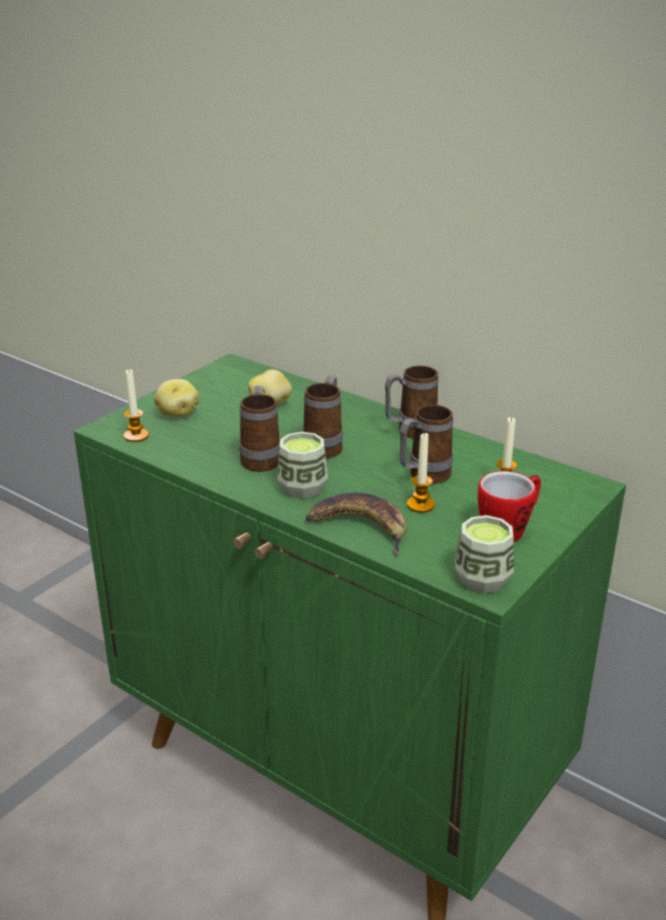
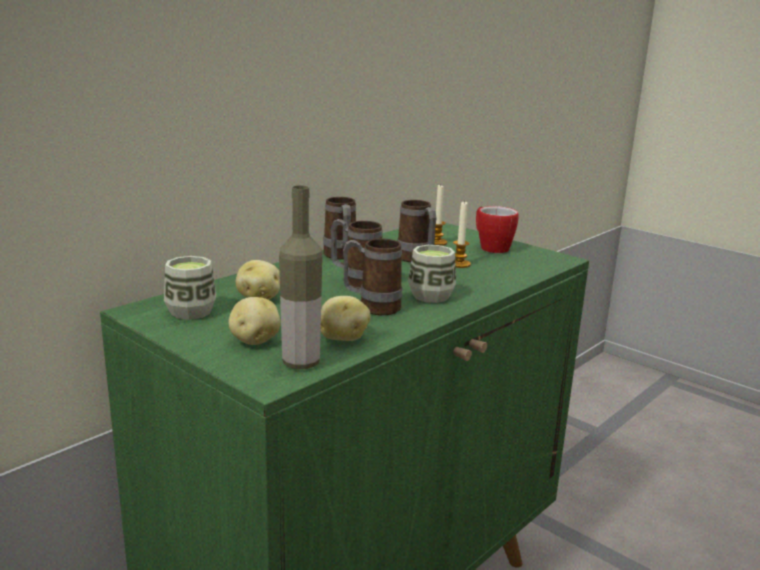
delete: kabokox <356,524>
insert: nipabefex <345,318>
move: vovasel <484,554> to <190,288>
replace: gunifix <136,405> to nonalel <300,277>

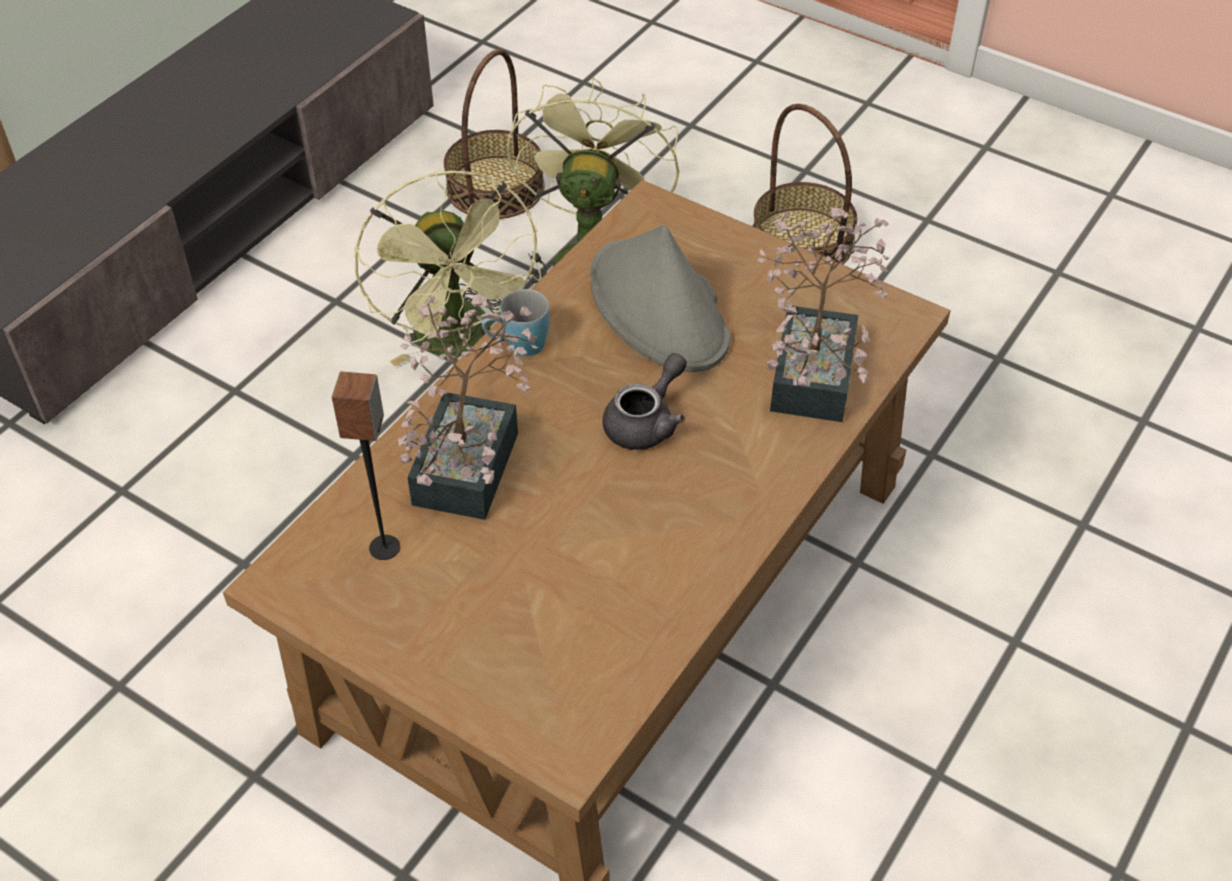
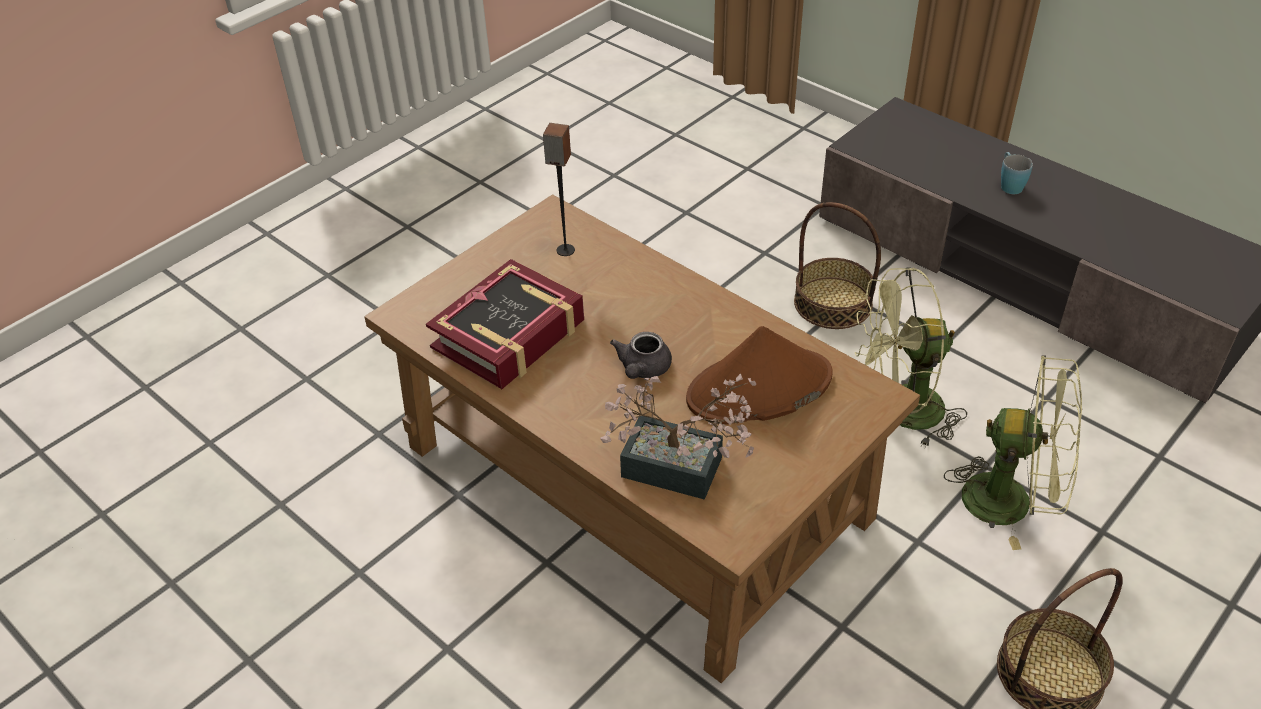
delete: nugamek <468,407>
insert: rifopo <505,324>
move: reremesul <494,134> to <837,265>; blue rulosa <516,323> to <1017,173>
recolor: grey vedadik <660,298> to brown vedadik <759,375>
rotate: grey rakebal <645,401> = <641,355> 60 degrees clockwise

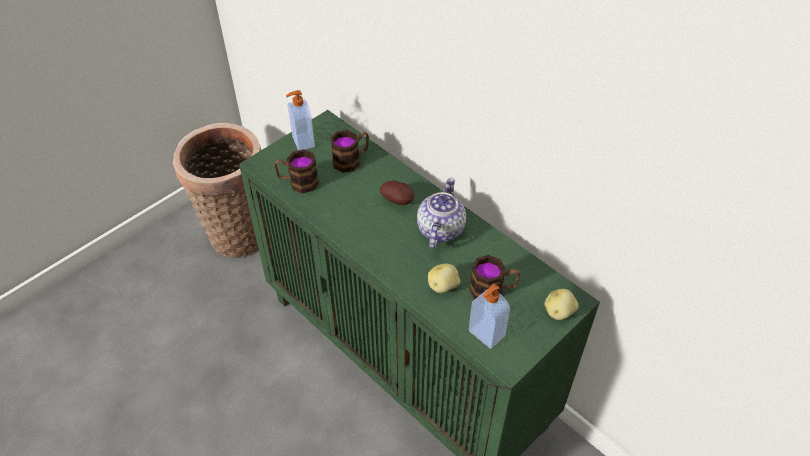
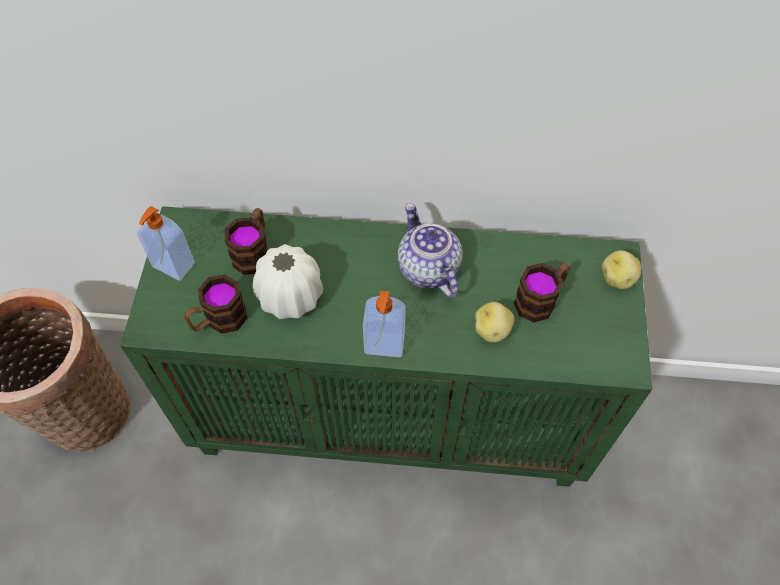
delete: nipabefex <397,193>
insert: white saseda <288,281>
move: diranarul <489,316> to <384,324>

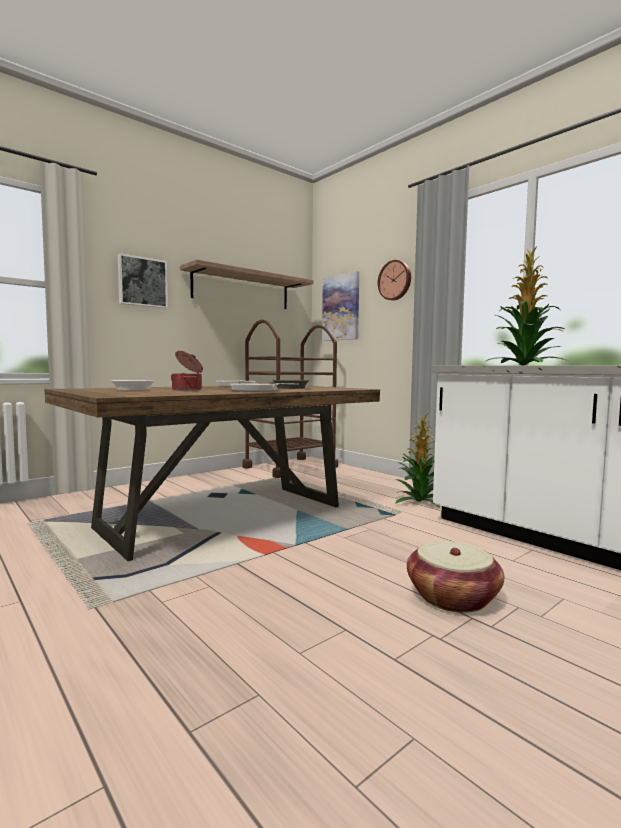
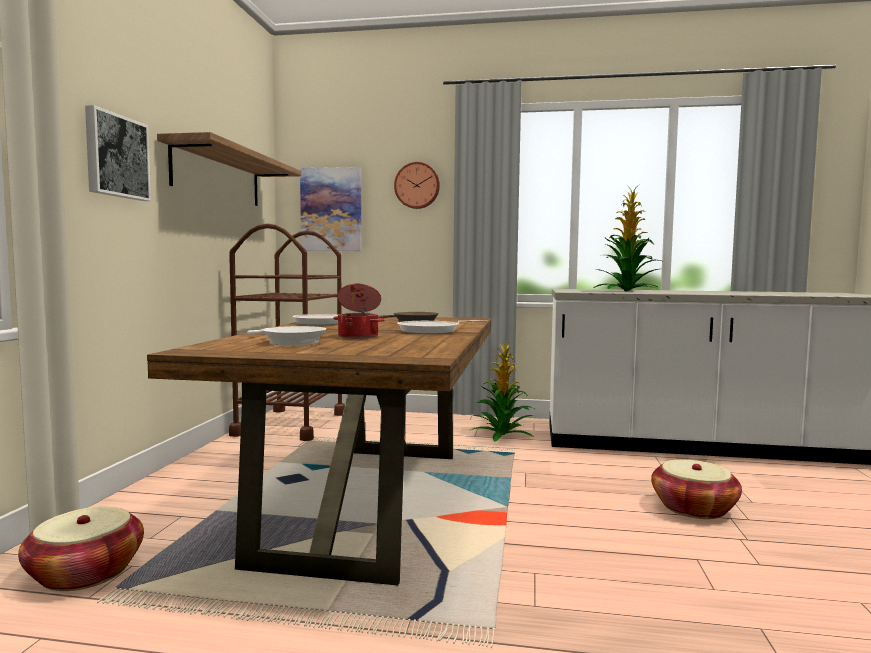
insert: reremesul <81,549>

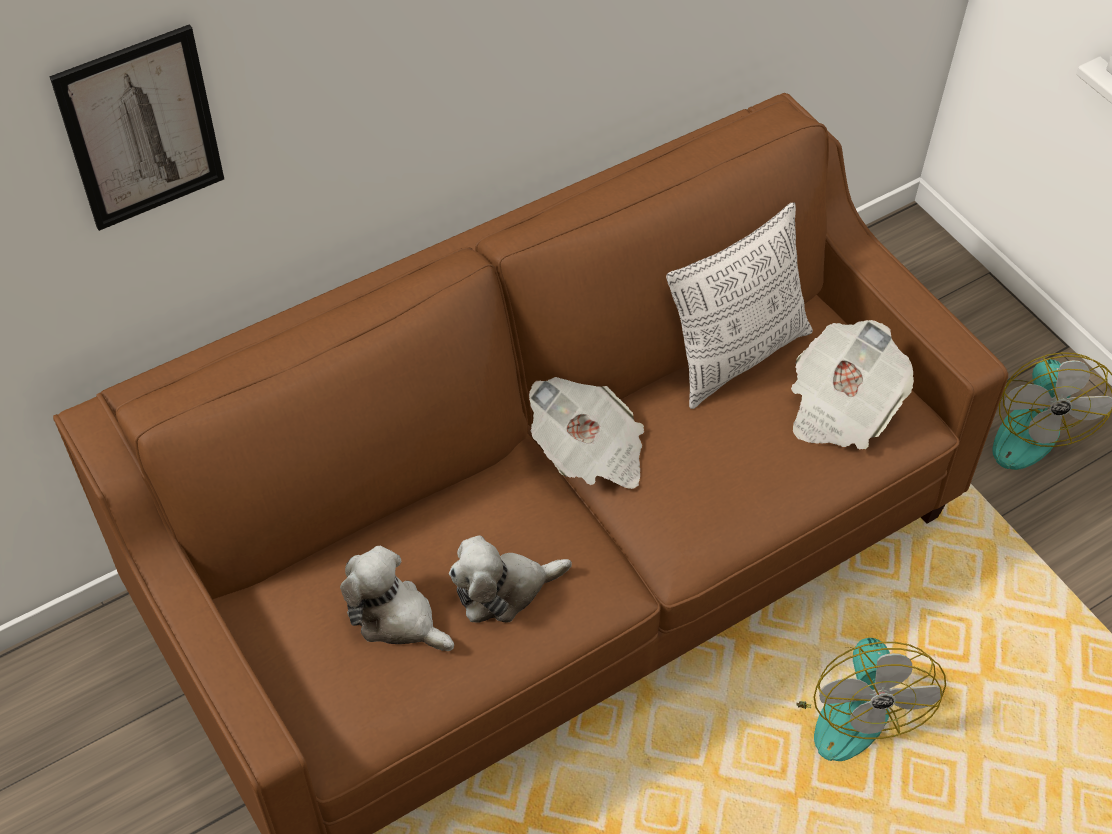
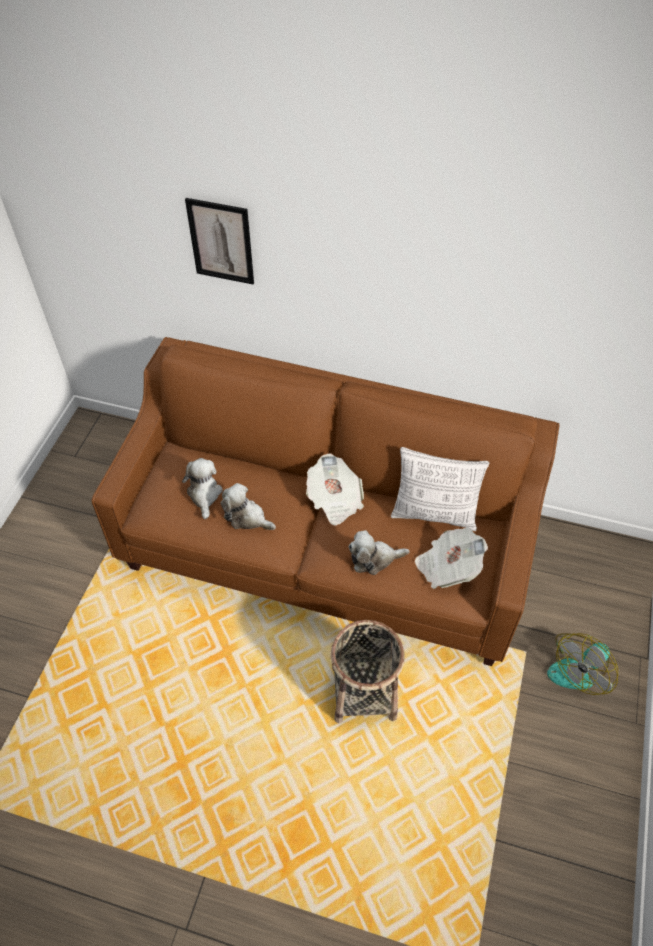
insert: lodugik <378,552>
replace: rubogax <871,699> to reremesul <368,671>

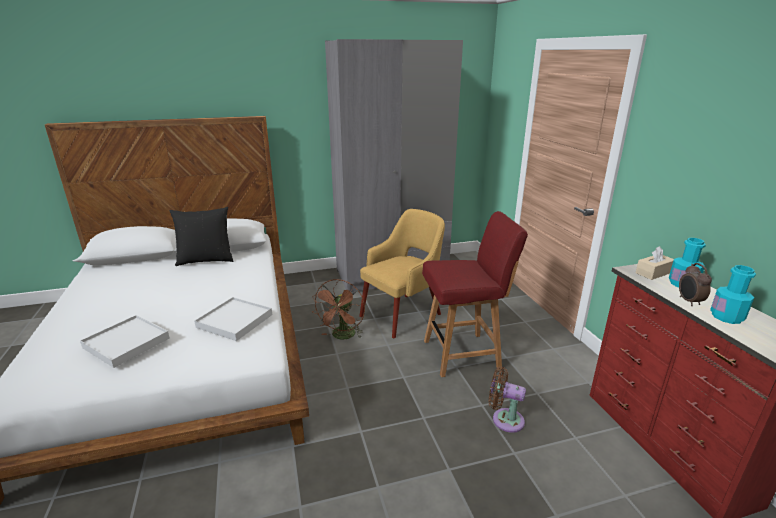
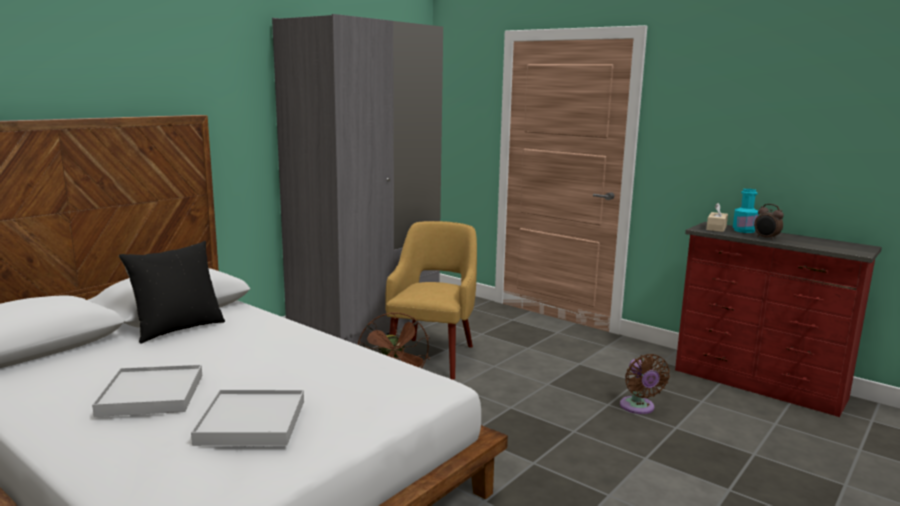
delete: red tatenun <475,294>; turquoise nonalel <733,294>
move: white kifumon <233,319> to <147,391>
rotate: brown rubogax <507,400> = <645,384> 90 degrees counterclockwise

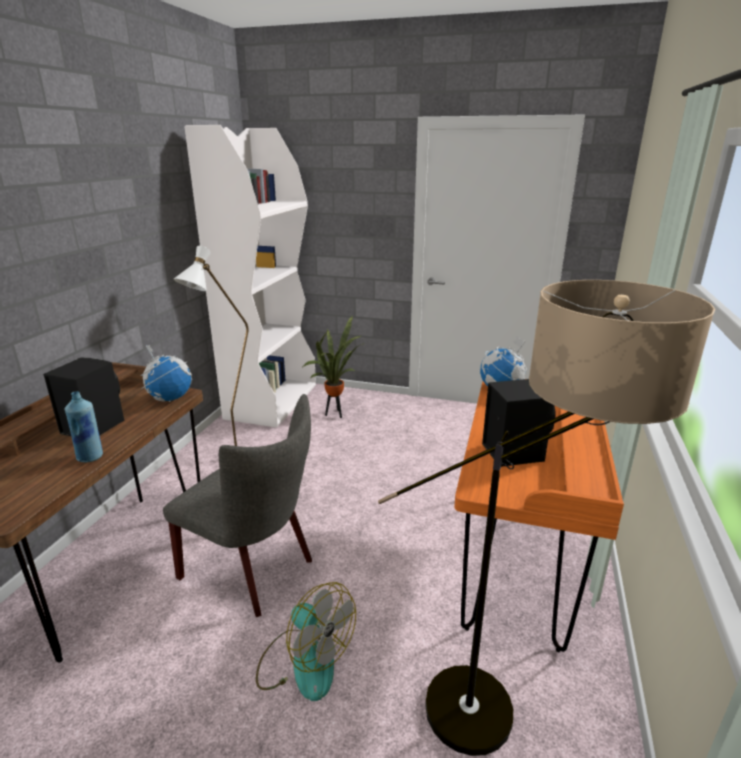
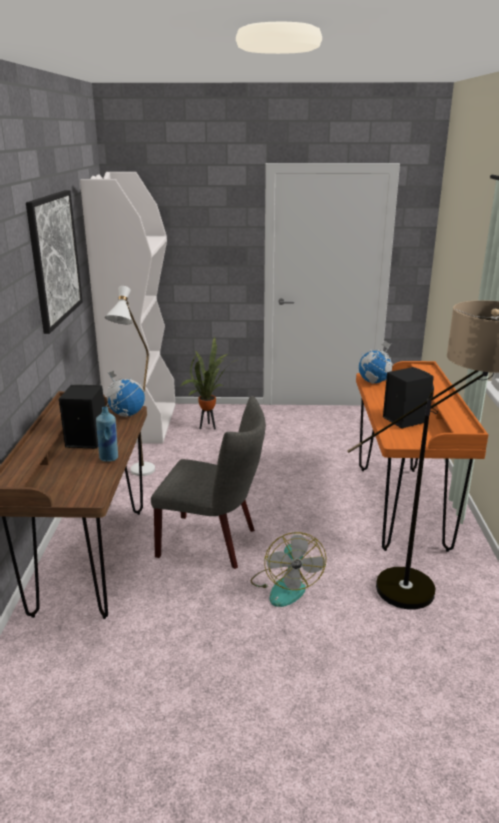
insert: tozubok <54,262>
rotate: rubogax <306,641> = <288,569> 60 degrees clockwise

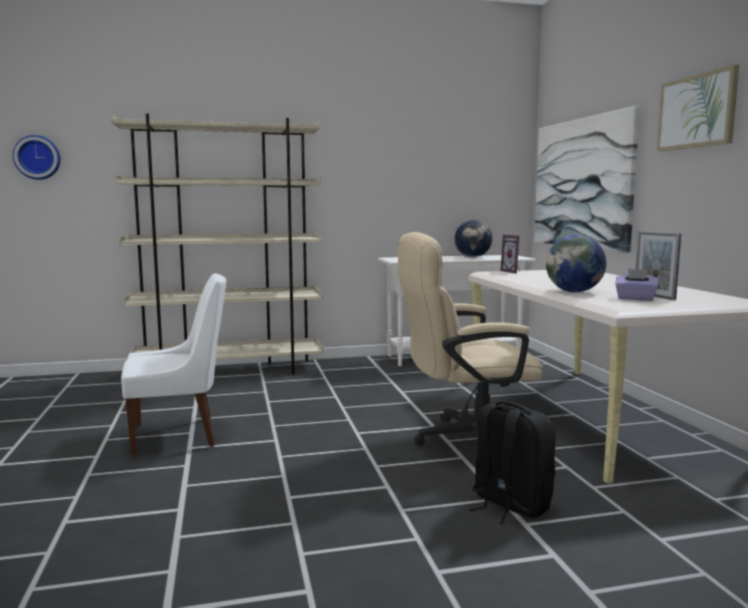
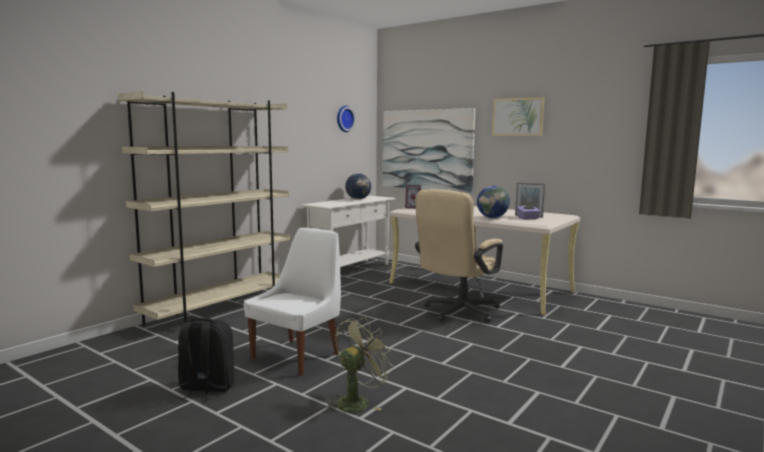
insert: green rubogax <360,364>
move: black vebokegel <512,462> to <206,360>; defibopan <37,157> to <346,119>

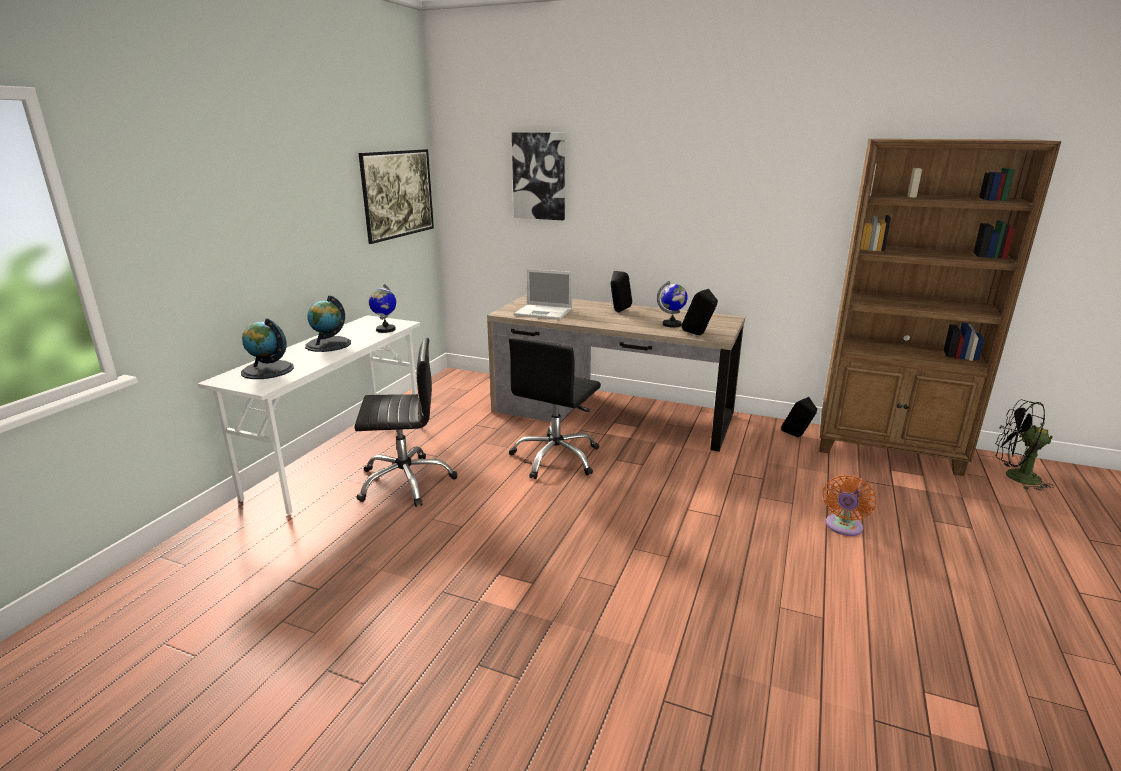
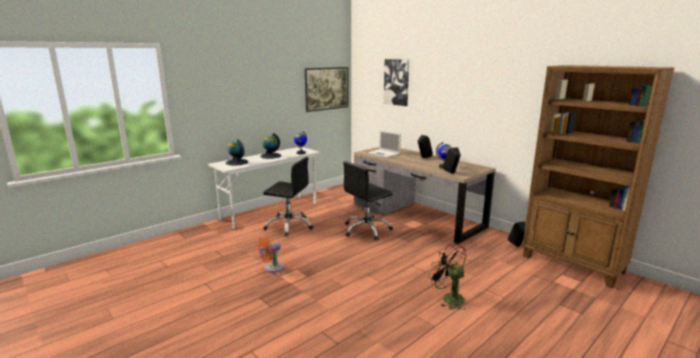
move: orange rubogax <849,505> to <270,255>; black rubogax <1025,445> to <447,277>

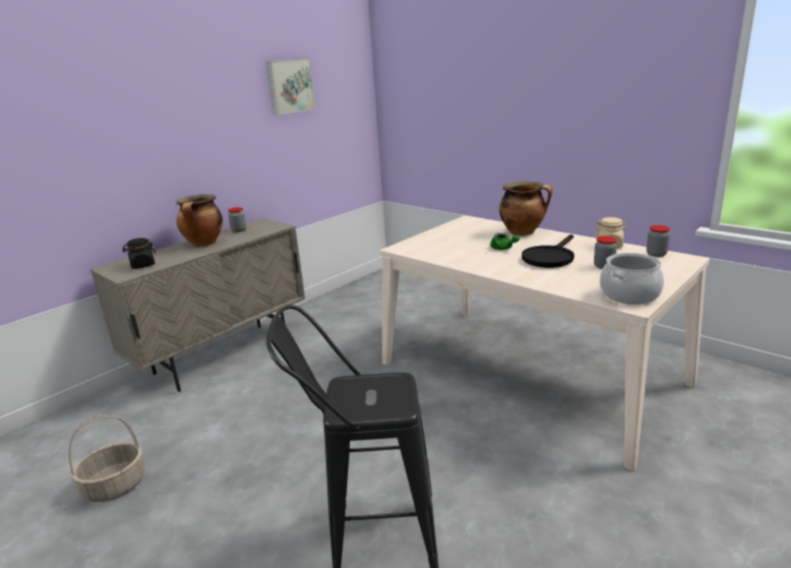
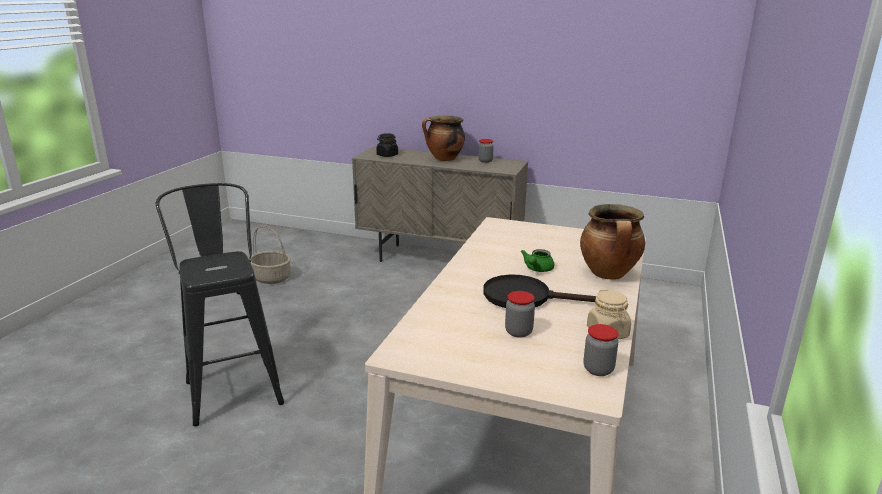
delete: tozubok <291,86>; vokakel <632,279>

